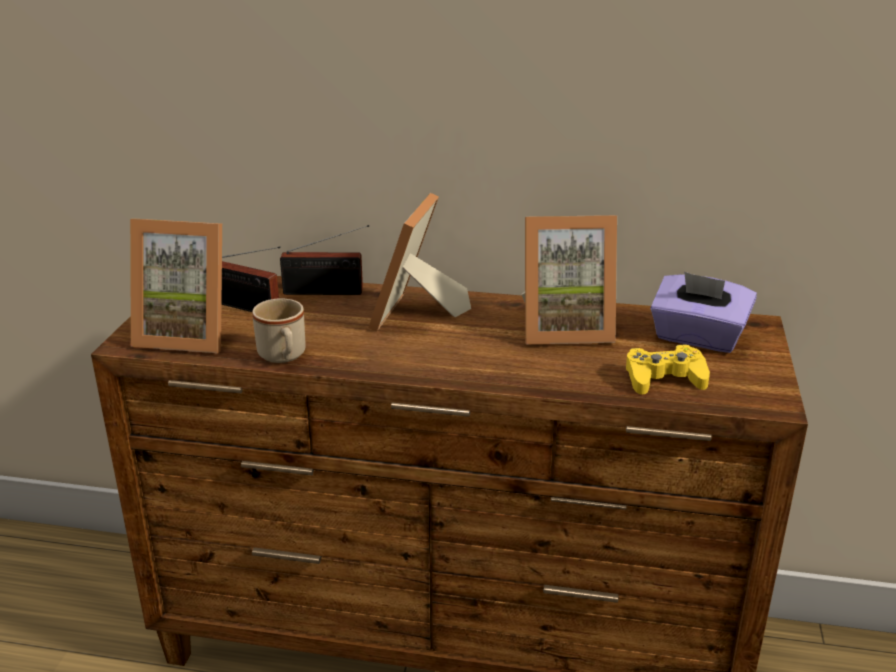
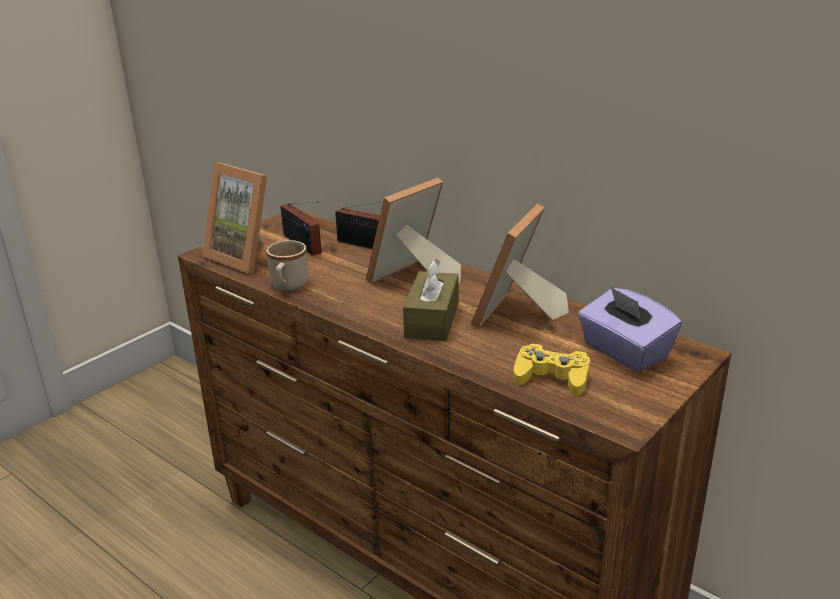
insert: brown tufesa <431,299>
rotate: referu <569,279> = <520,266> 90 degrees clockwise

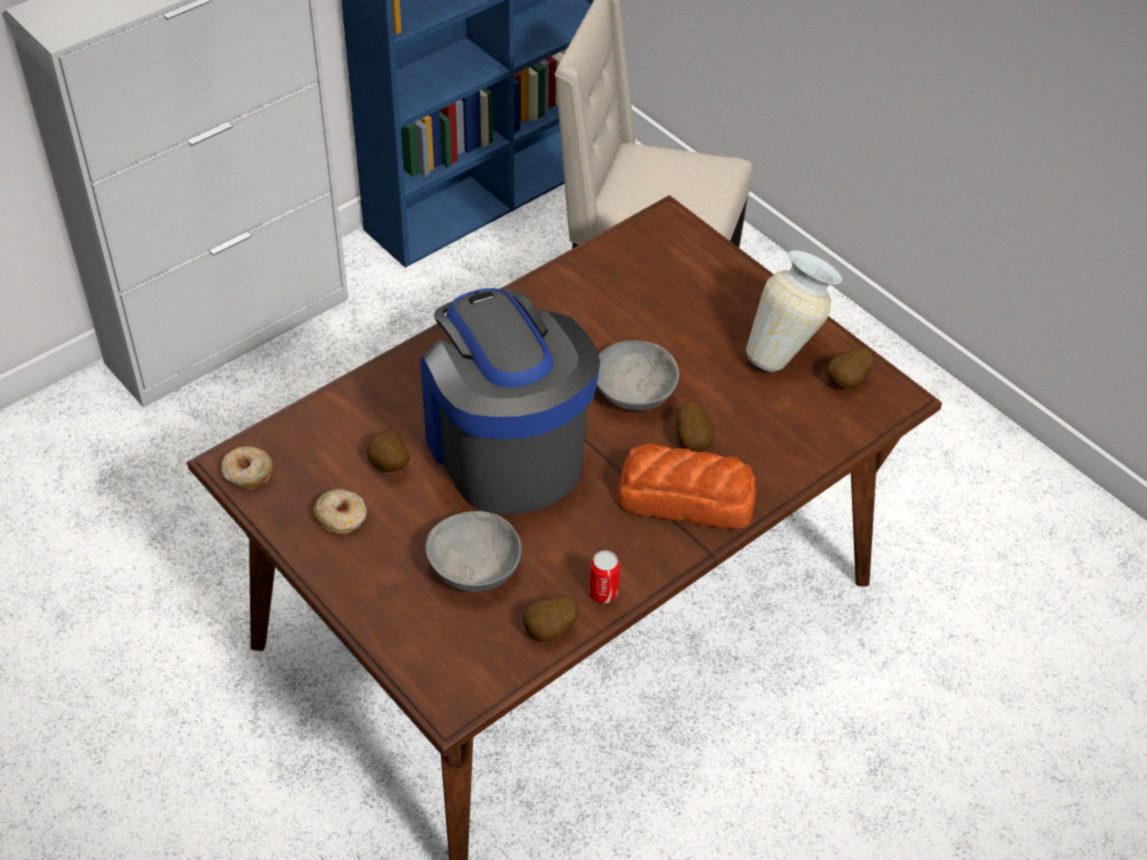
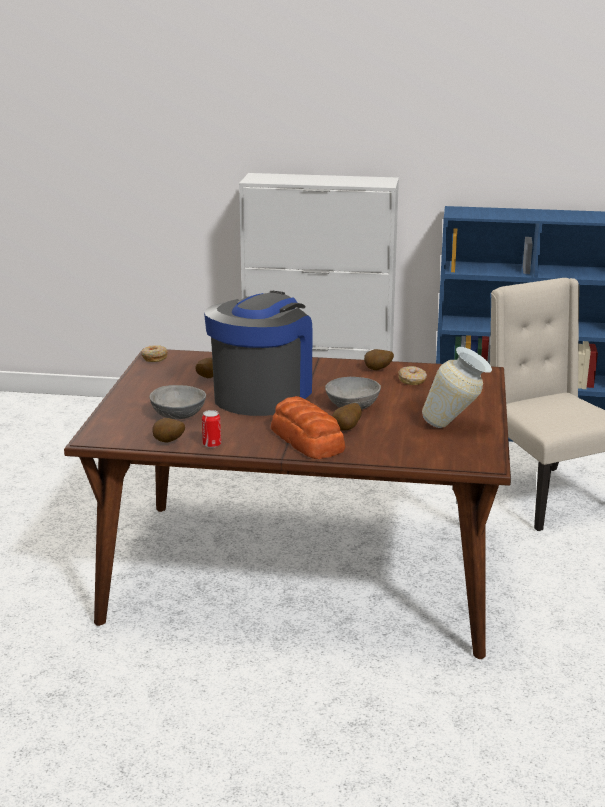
move: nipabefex <849,368> to <379,359>; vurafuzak <340,511> to <412,375>

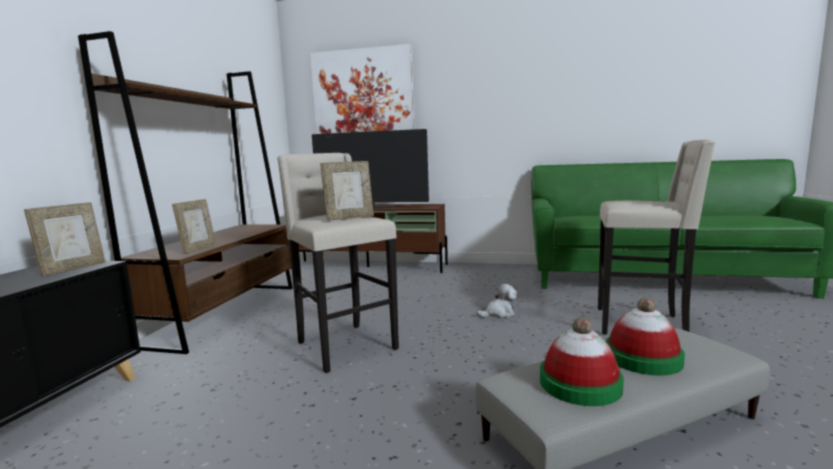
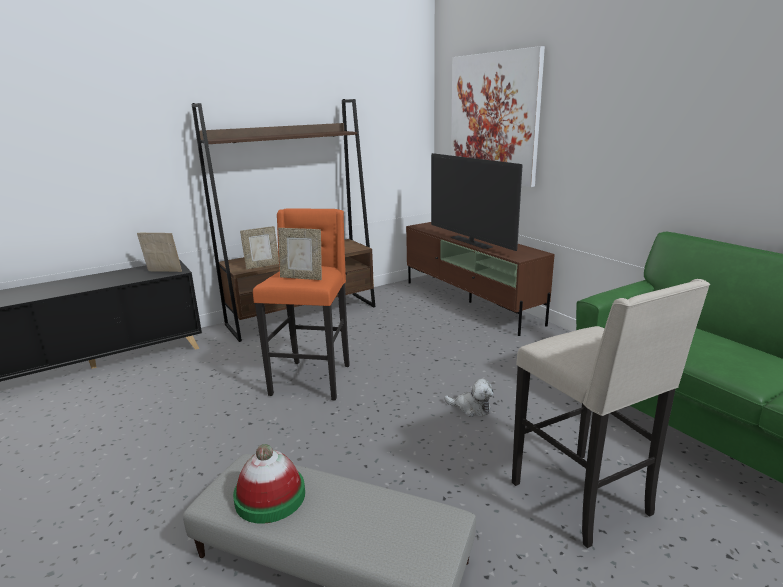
delete: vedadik <645,337>
recolor: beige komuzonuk <338,263> to orange komuzonuk <301,304>
rotate: referu <65,239> = <159,252> 150 degrees counterclockwise

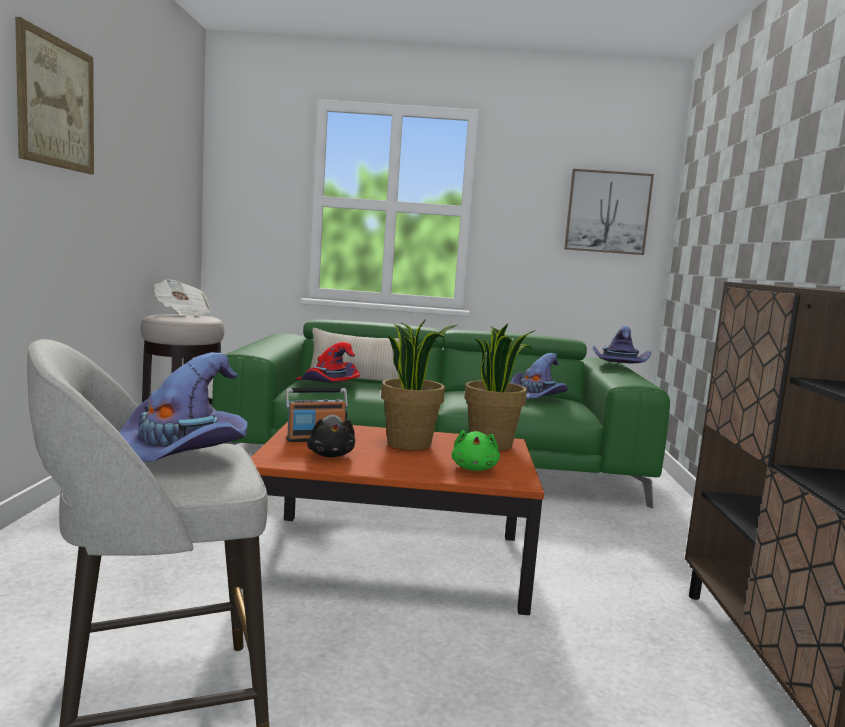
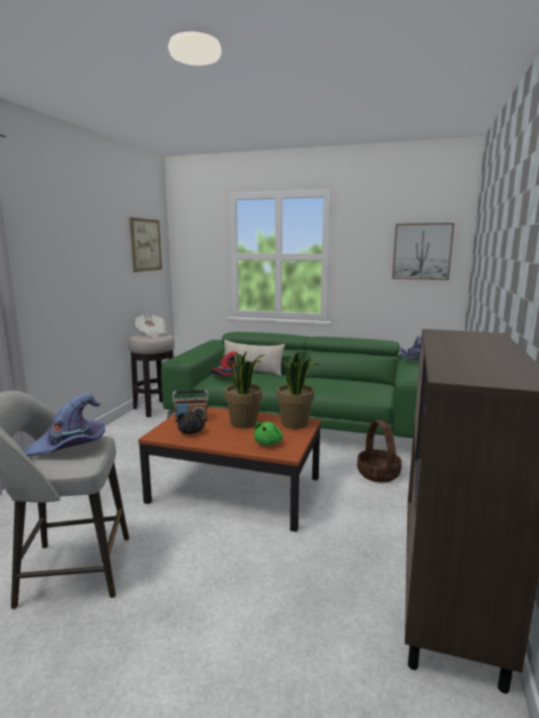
delete: purple vedadik <539,376>
insert: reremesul <379,451>
move: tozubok <54,96> to <145,244>

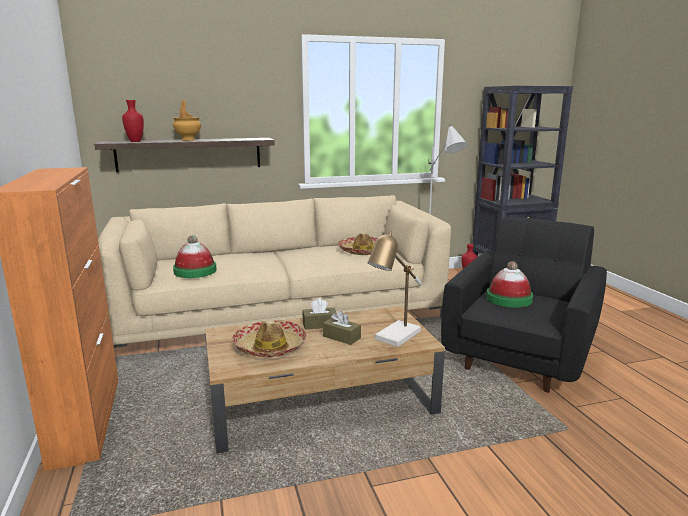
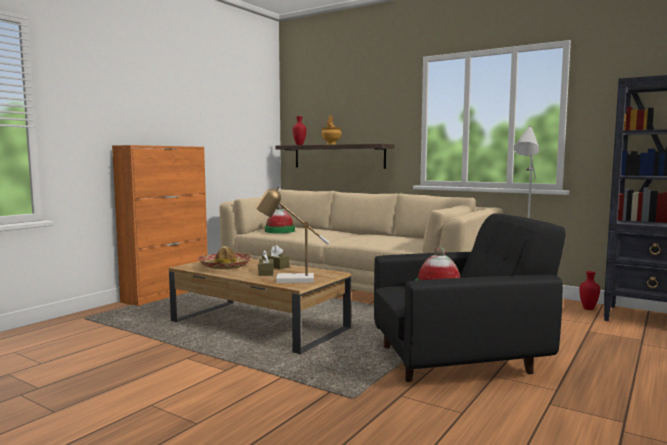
delete: vedadik <358,243>

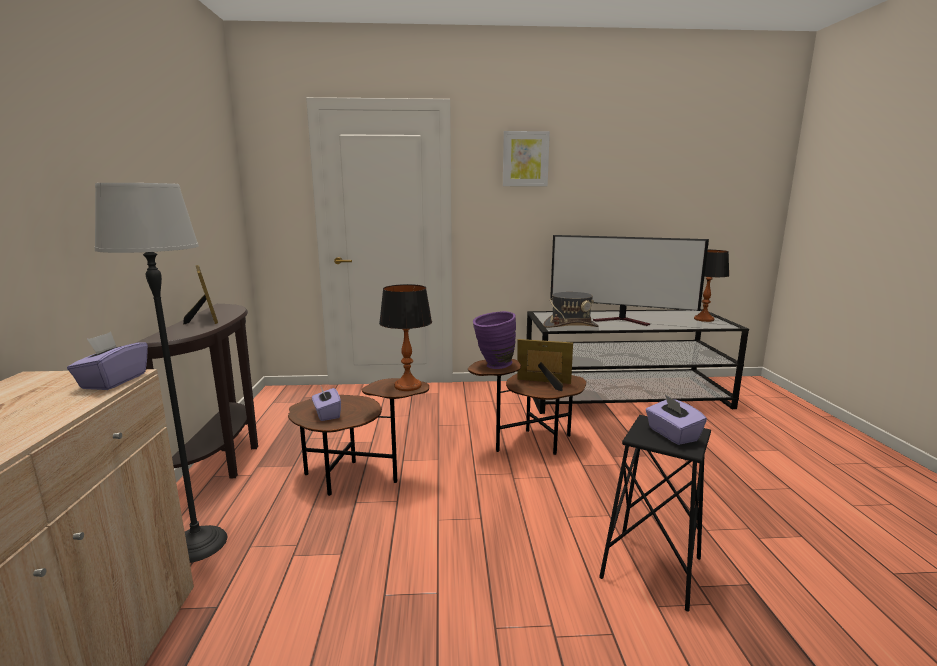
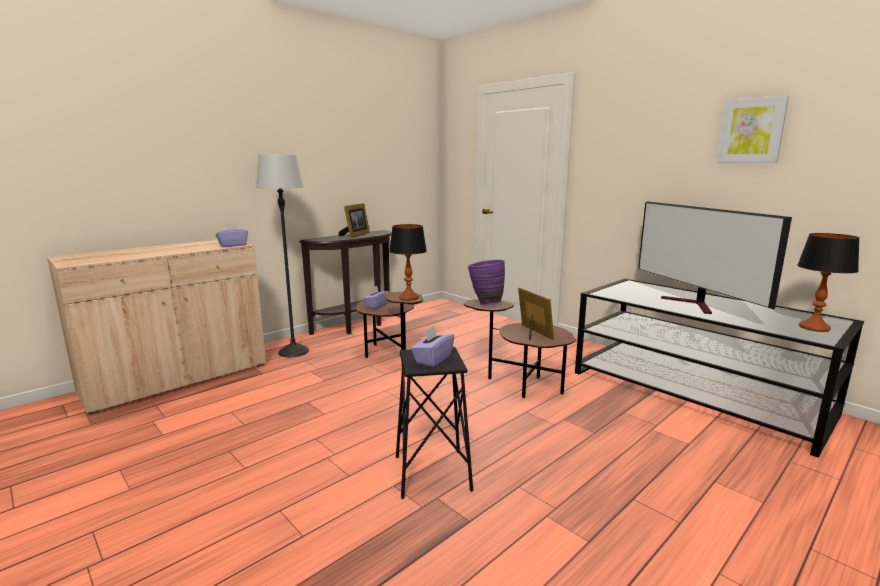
delete: grey vedadik <571,310>
move: tozubok <526,158> to <752,129>

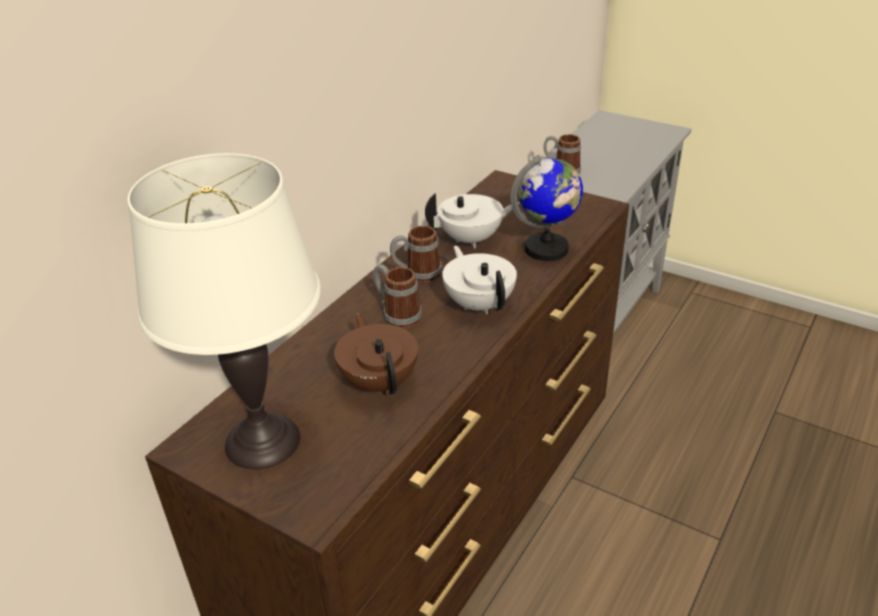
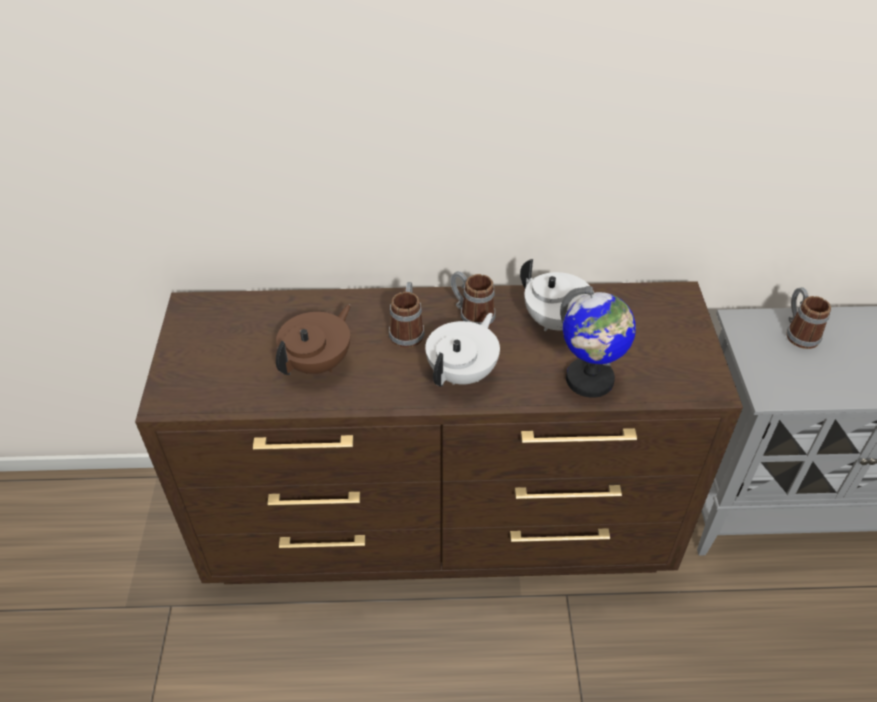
delete: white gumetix <224,311>

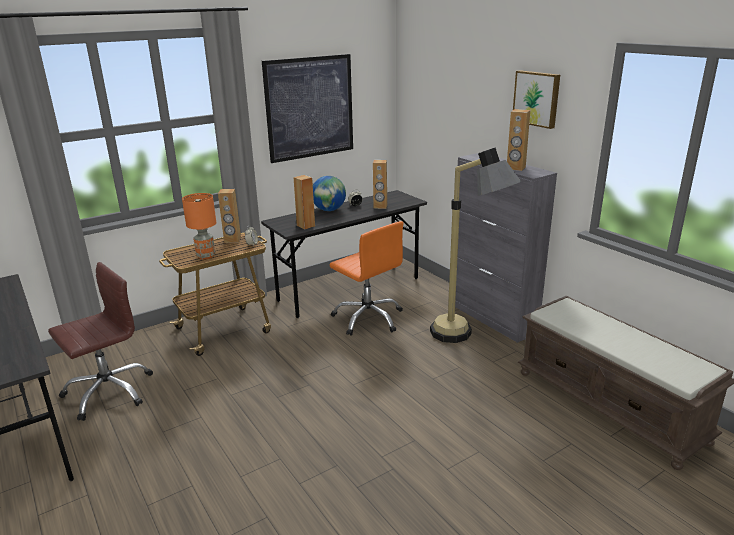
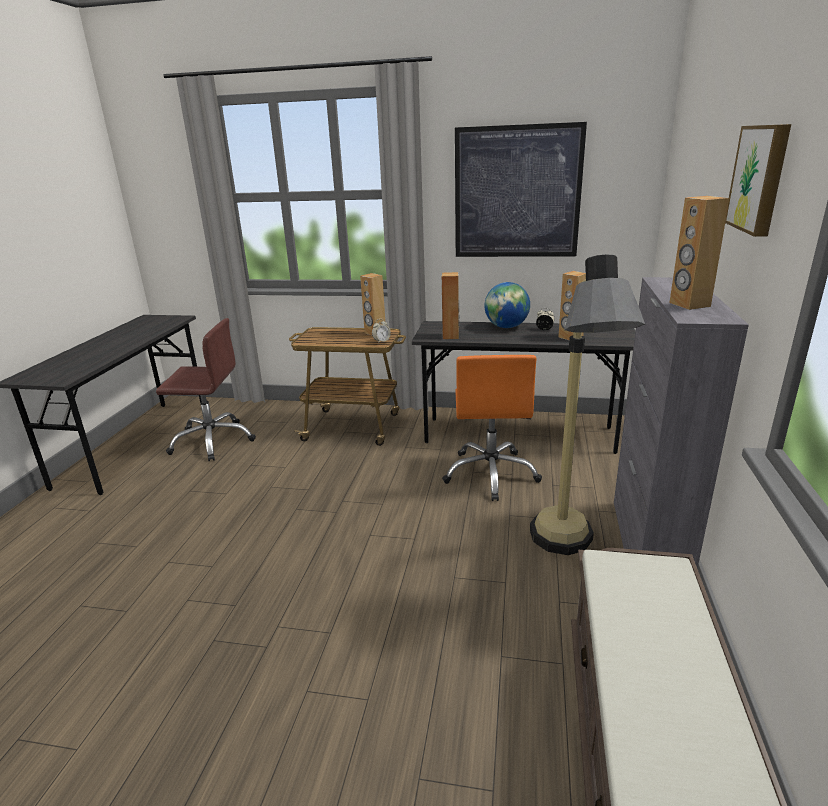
delete: orange gumetix <199,226>

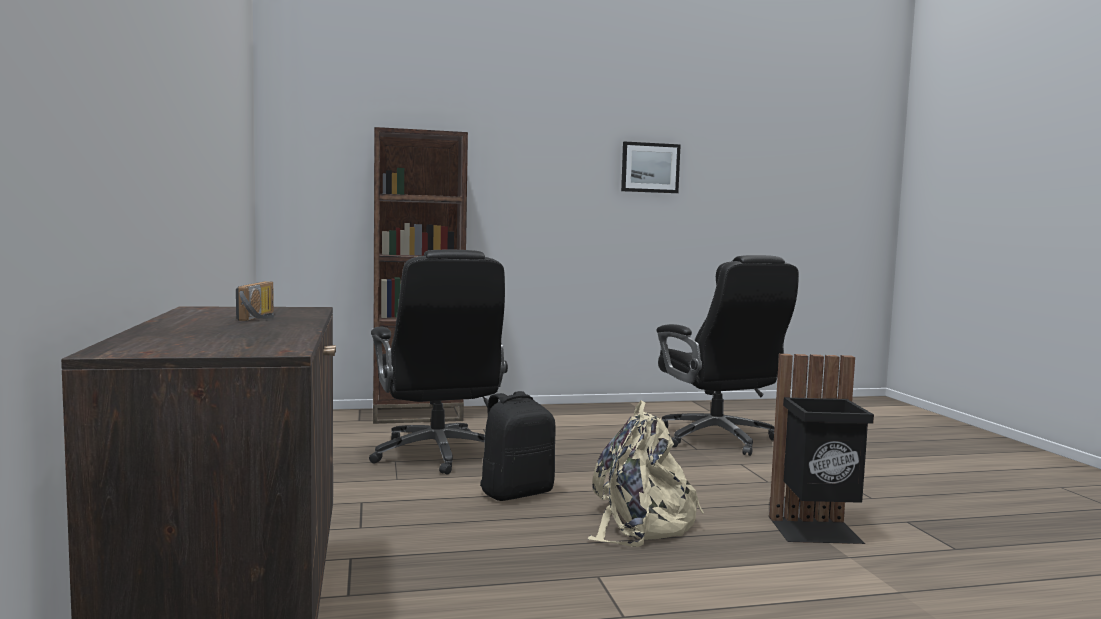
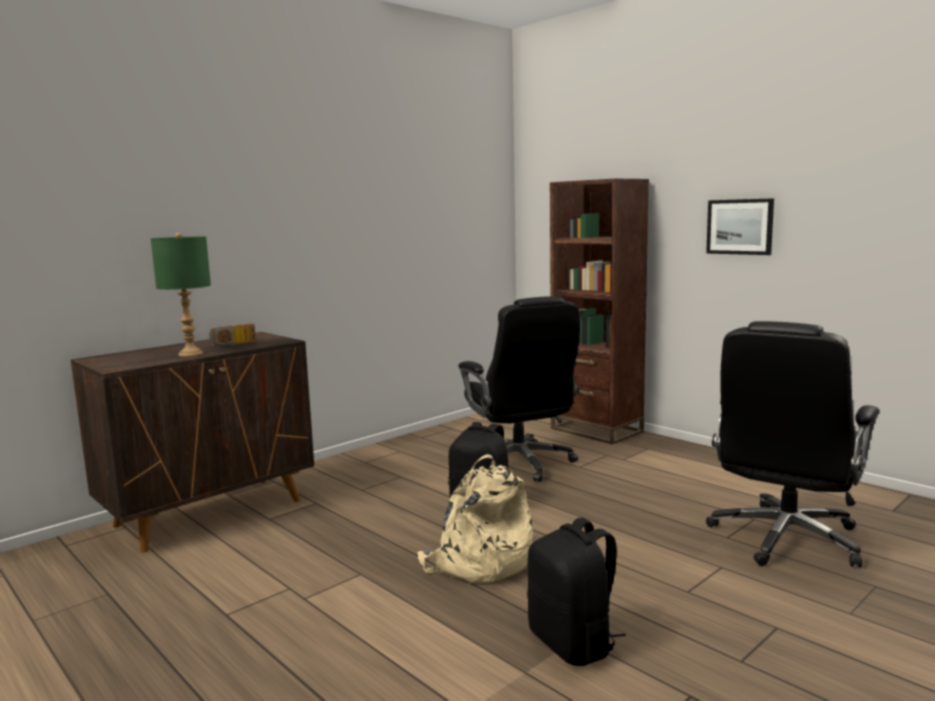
insert: green gumetix <181,295>
move: tozubok <651,167> to <740,226>
replace: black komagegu <821,449> to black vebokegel <576,592>
rotate: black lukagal <438,362> = <519,389> 60 degrees counterclockwise

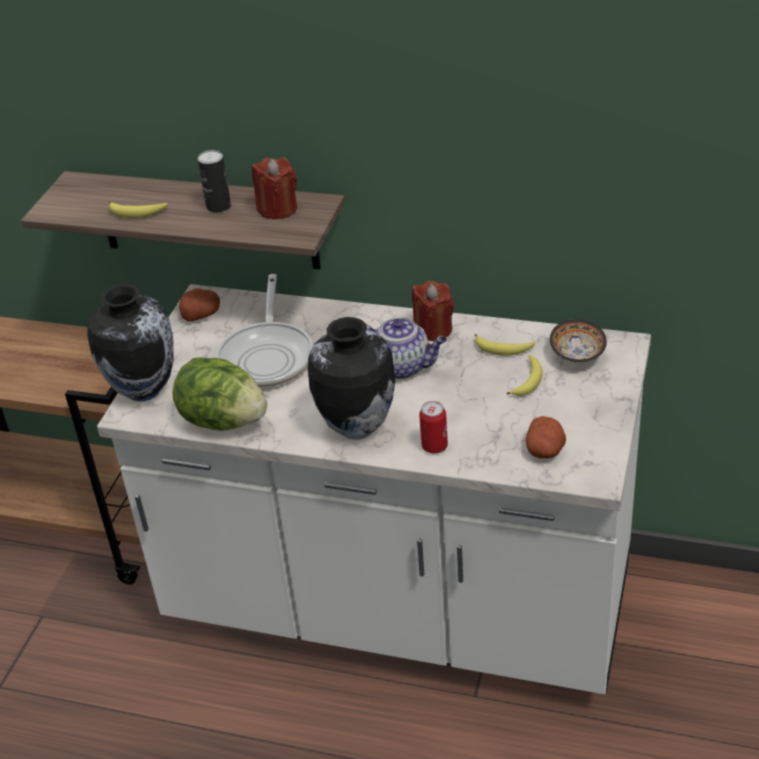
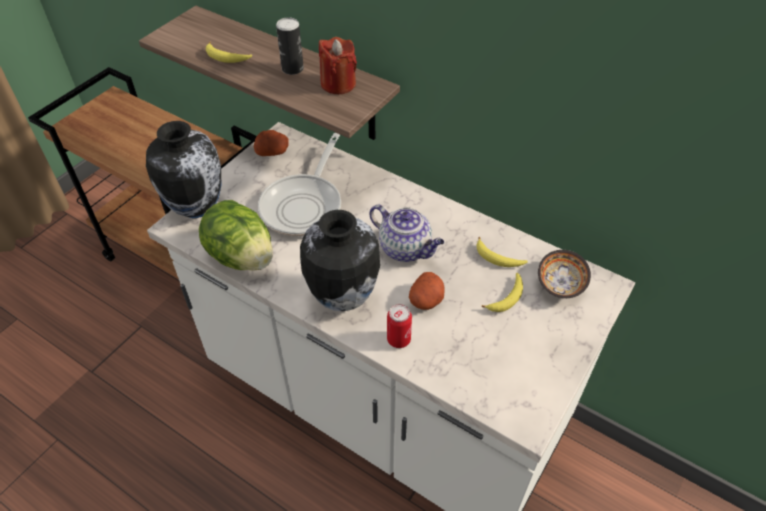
delete: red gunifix <433,311>
move: nipabefex <546,437> to <427,291>

